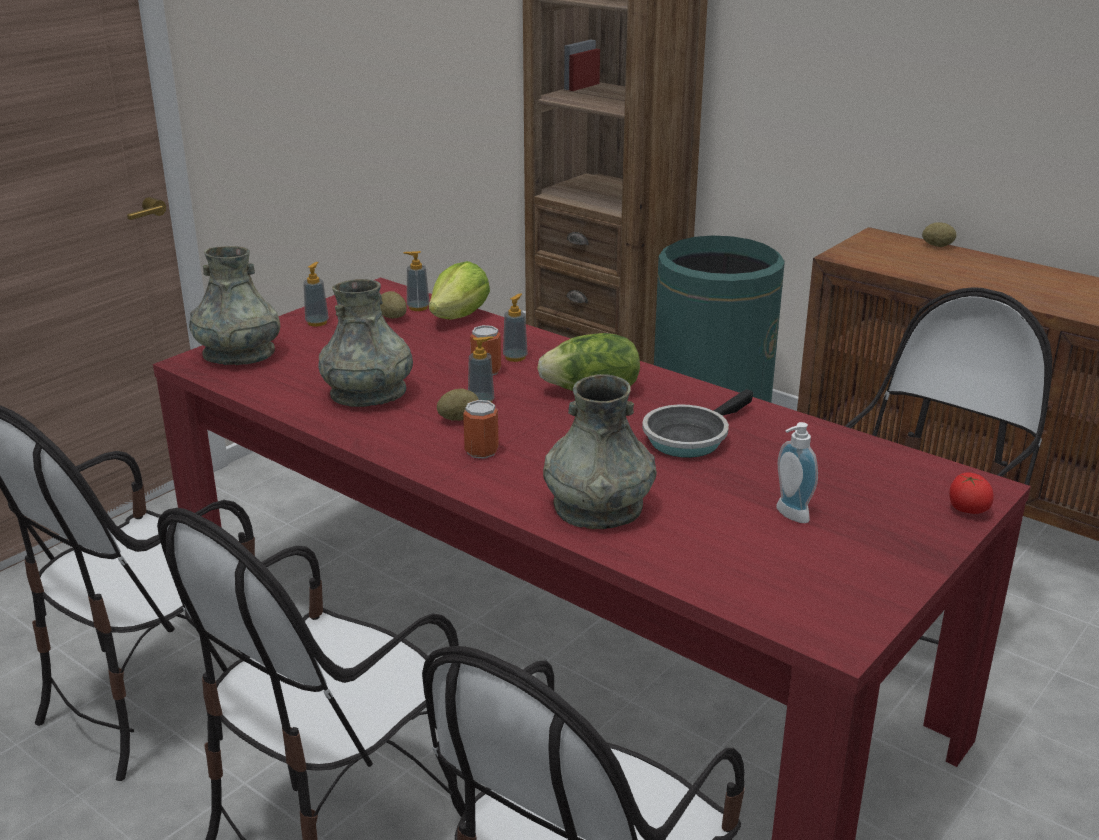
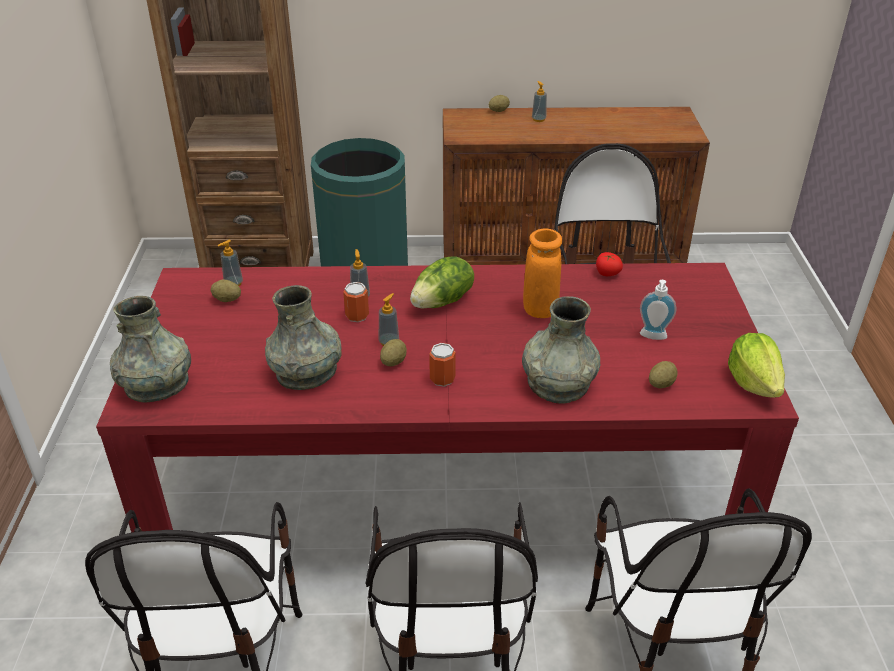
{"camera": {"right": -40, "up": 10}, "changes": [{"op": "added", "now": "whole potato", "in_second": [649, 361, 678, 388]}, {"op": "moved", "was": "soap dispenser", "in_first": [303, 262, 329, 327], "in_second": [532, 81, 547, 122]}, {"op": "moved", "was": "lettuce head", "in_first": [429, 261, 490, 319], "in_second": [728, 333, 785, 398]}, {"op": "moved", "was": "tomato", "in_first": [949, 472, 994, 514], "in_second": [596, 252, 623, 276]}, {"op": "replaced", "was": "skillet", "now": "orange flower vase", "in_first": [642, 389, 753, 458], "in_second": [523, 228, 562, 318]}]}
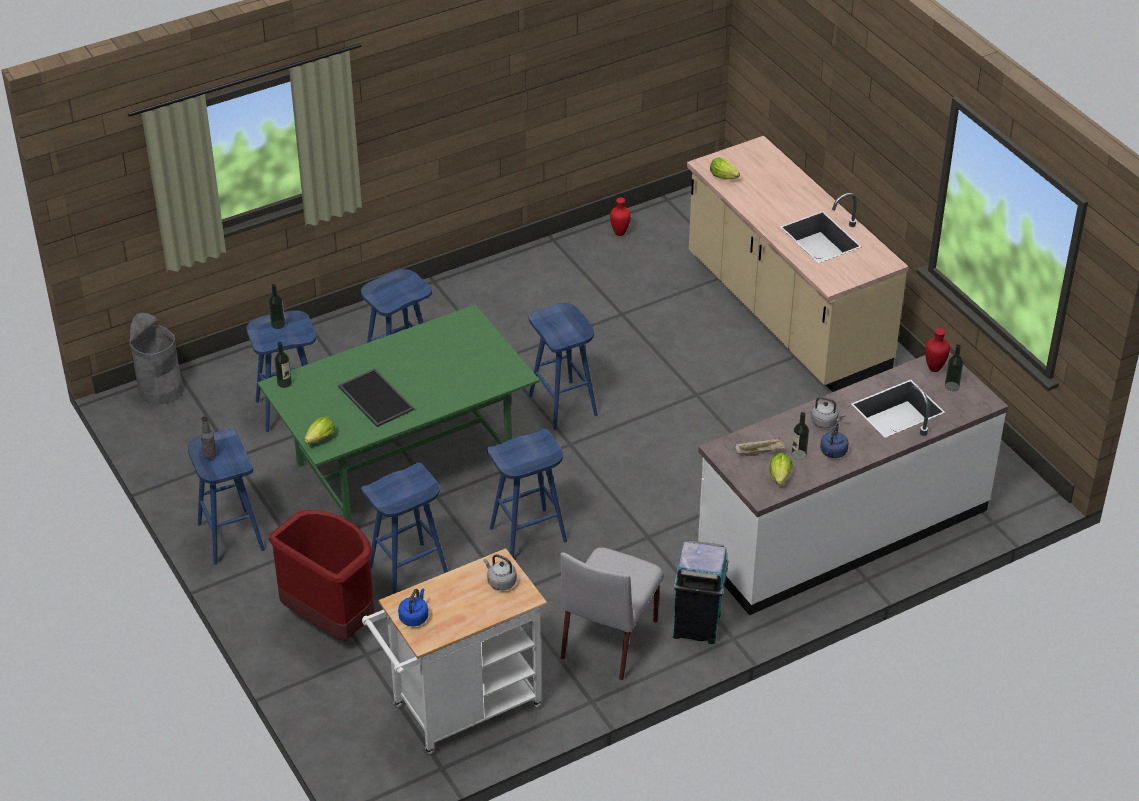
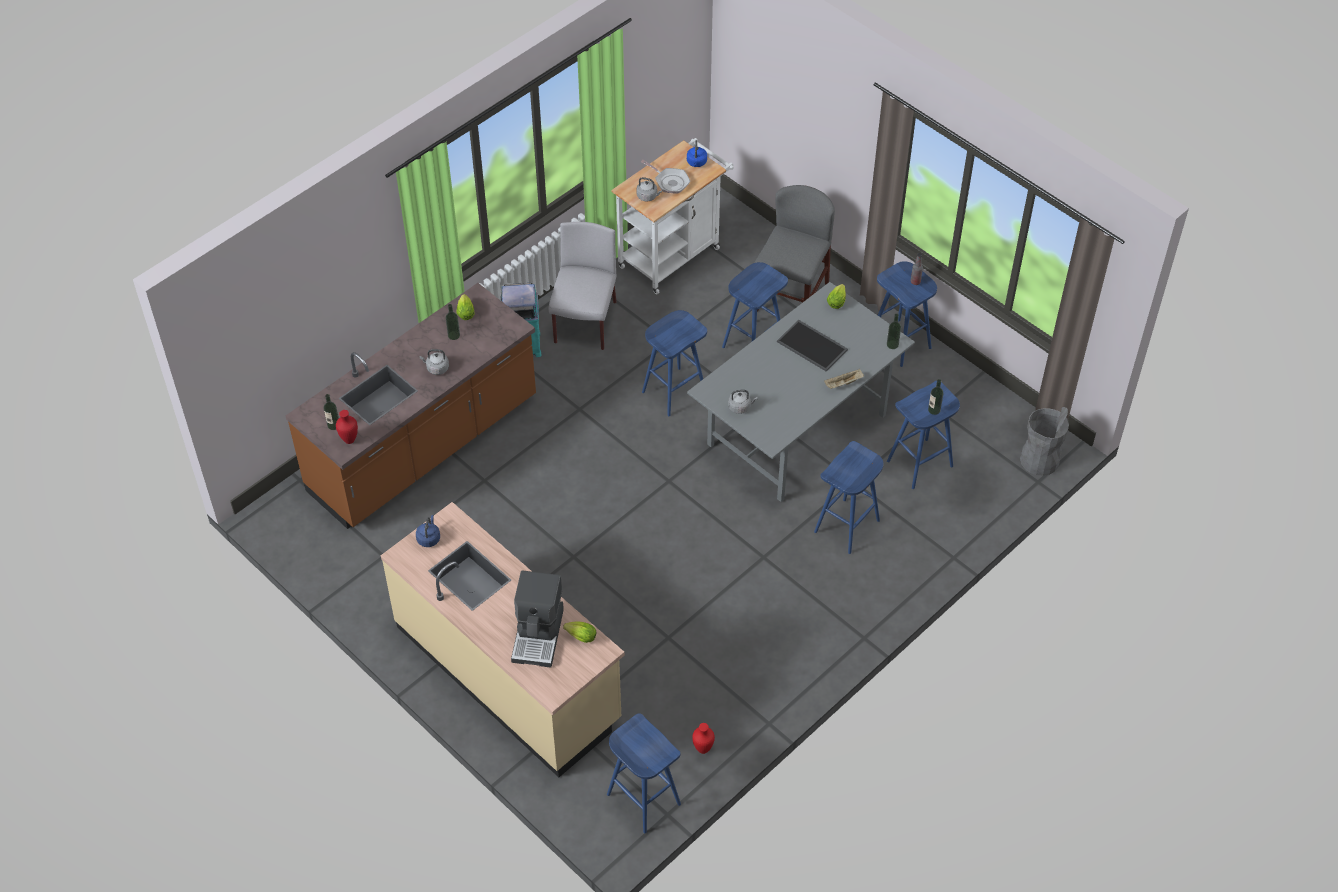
{"camera": {"right": 165, "up": 10}, "changes": [{"op": "added", "now": "coffee brewer", "in_second": [511, 570, 564, 668]}, {"op": "added", "now": "skillet", "in_second": [641, 160, 690, 194]}, {"op": "added", "now": "grey tea kettle", "in_second": [728, 390, 758, 414]}, {"op": "moved", "was": "blue-coloured stool", "in_first": [528, 303, 598, 430], "in_second": [607, 713, 681, 833]}, {"op": "moved", "was": "beige carrying tray", "in_first": [735, 437, 785, 456], "in_second": [824, 369, 864, 389]}, {"op": "moved", "was": "blue-coloured tea kettle", "in_first": [820, 423, 849, 458], "in_second": [416, 515, 440, 547]}, {"op": "replaced", "was": "red trash can", "now": "grey upright chair", "in_first": [269, 510, 374, 641], "in_second": [755, 185, 835, 311]}, {"op": "recoloured", "was": "green dining table", "now": "grey dining table", "in_first": [257, 304, 540, 523], "in_second": [687, 282, 915, 502]}, {"op": "recoloured", "was": "white counter", "now": "brown counter", "in_first": [698, 352, 1008, 615], "in_second": [286, 283, 536, 529]}]}
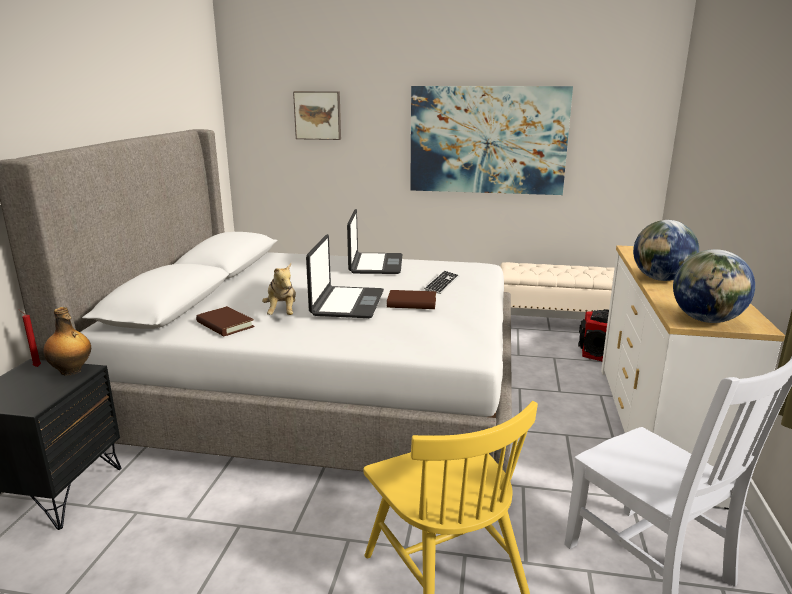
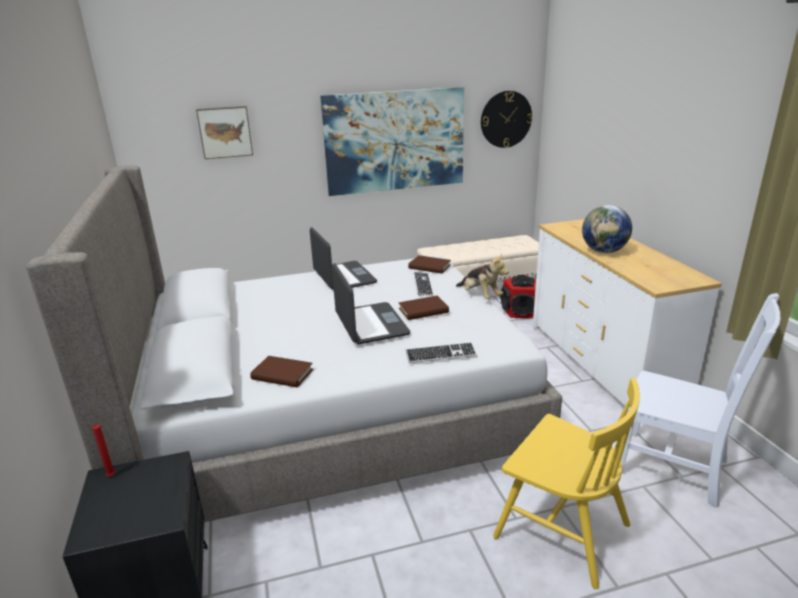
{"camera": {"right": -25, "up": 5}, "changes": [{"op": "removed", "was": "bottle", "in_first": [43, 307, 91, 376]}, {"op": "removed", "was": "desk globe", "in_first": [673, 249, 755, 323]}, {"op": "added", "now": "PC keyboard", "in_second": [406, 342, 477, 363]}, {"op": "added", "now": "brown bound book", "in_second": [408, 255, 451, 274]}, {"op": "added", "now": "hanging clock", "in_second": [481, 91, 532, 148]}, {"op": "moved", "was": "soft toy", "in_first": [262, 263, 296, 315], "in_second": [456, 253, 509, 299]}]}
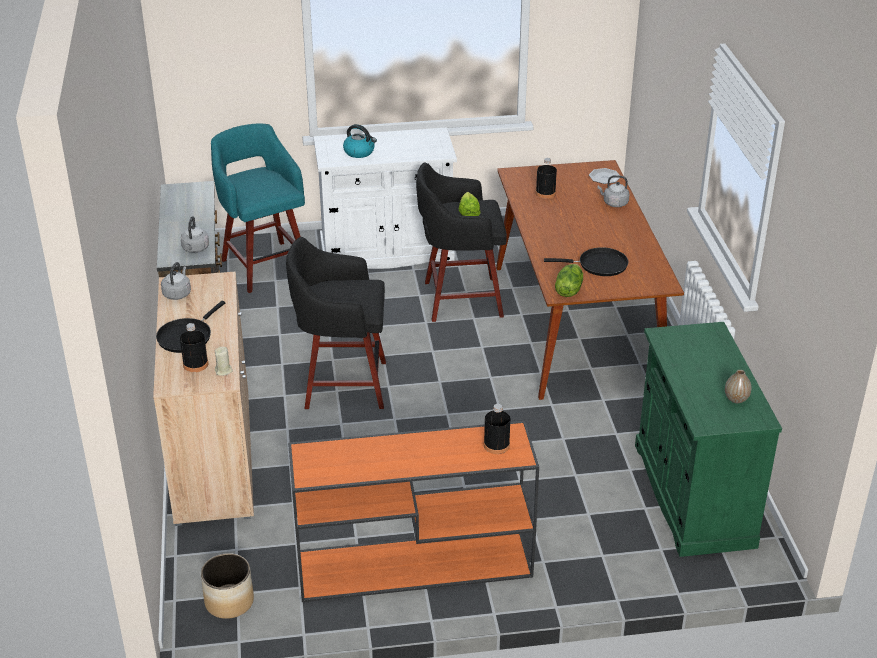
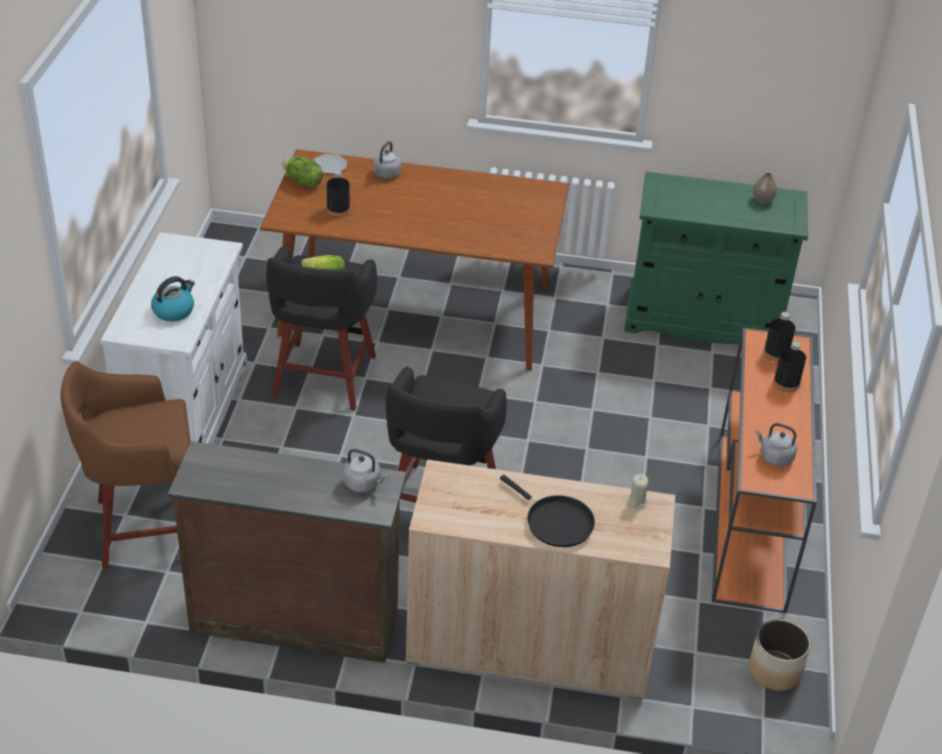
{"camera": {"right": -75, "up": 5}, "changes": [{"op": "removed", "was": "black-coloured skillet", "in_first": [544, 247, 628, 276]}, {"op": "moved", "was": "grey tea kettle", "in_first": [161, 262, 191, 300], "in_second": [756, 423, 797, 466]}, {"op": "moved", "was": "black-coloured bottle", "in_first": [180, 323, 208, 372], "in_second": [773, 341, 806, 392]}, {"op": "moved", "was": "lettuce head", "in_first": [555, 264, 583, 297], "in_second": [282, 156, 323, 188]}, {"op": "recoloured", "was": "turquoise stool", "now": "brown stool", "in_first": [211, 124, 305, 293], "in_second": [61, 361, 191, 569]}]}
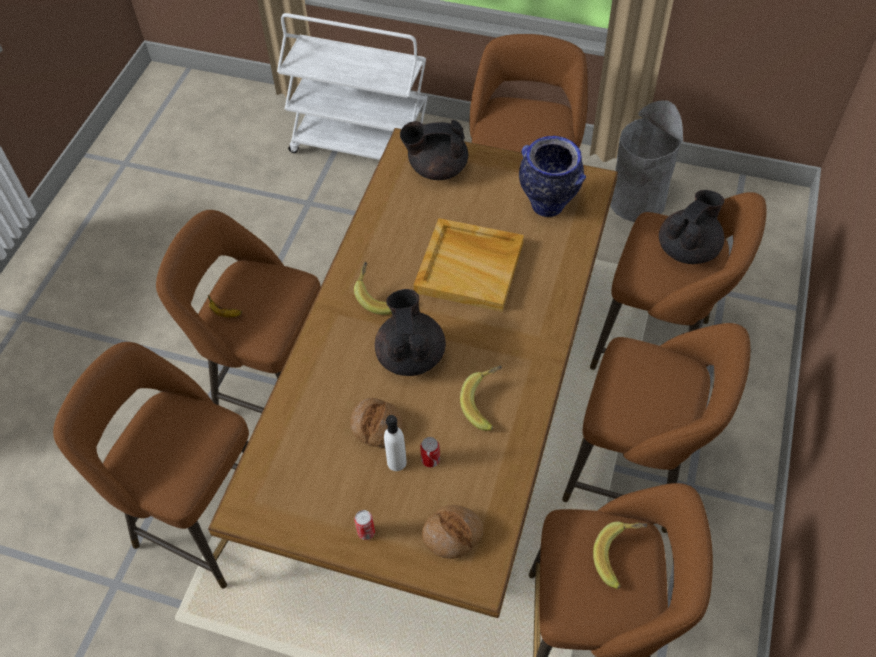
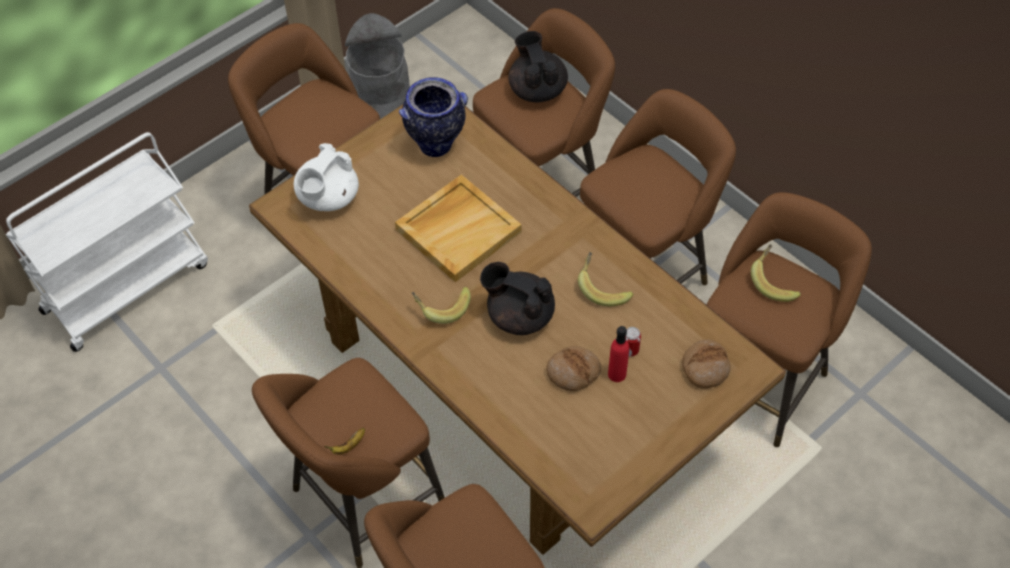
{"camera": {"right": -60, "up": 0}, "changes": [{"op": "removed", "was": "can", "in_first": [354, 510, 375, 540]}, {"op": "recoloured", "was": "white bottle", "now": "red bottle", "in_first": [384, 415, 407, 471], "in_second": [608, 326, 629, 382]}, {"op": "recoloured", "was": "black-coloured teapot", "now": "white teapot", "in_first": [400, 119, 468, 180], "in_second": [294, 143, 359, 211]}]}
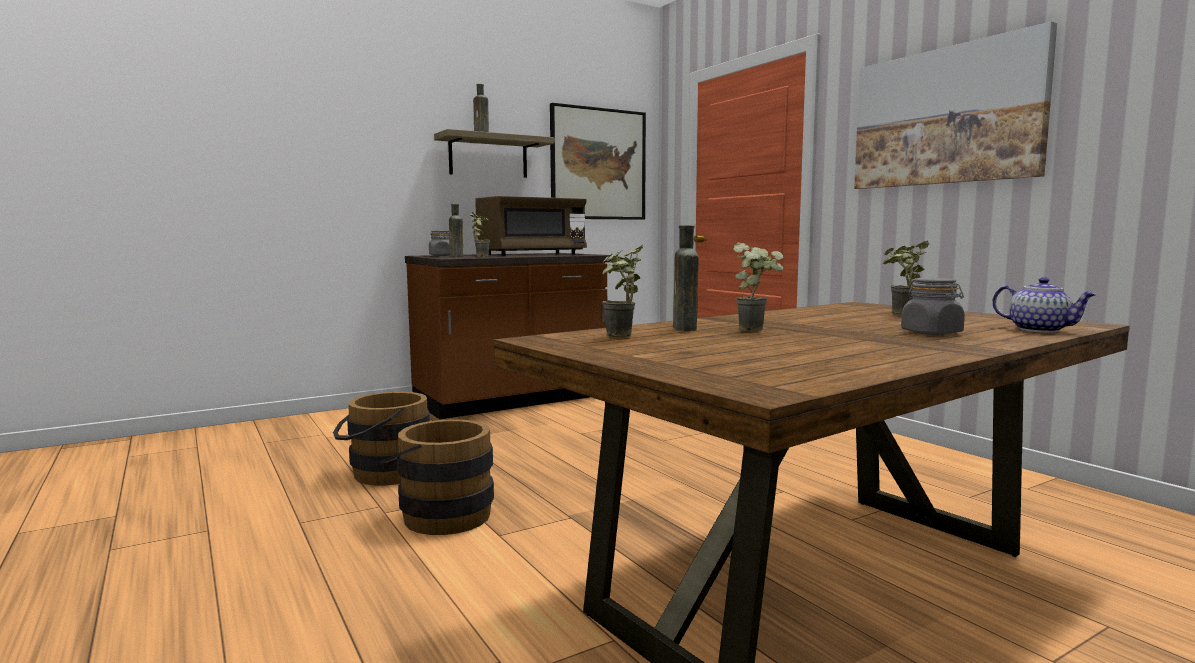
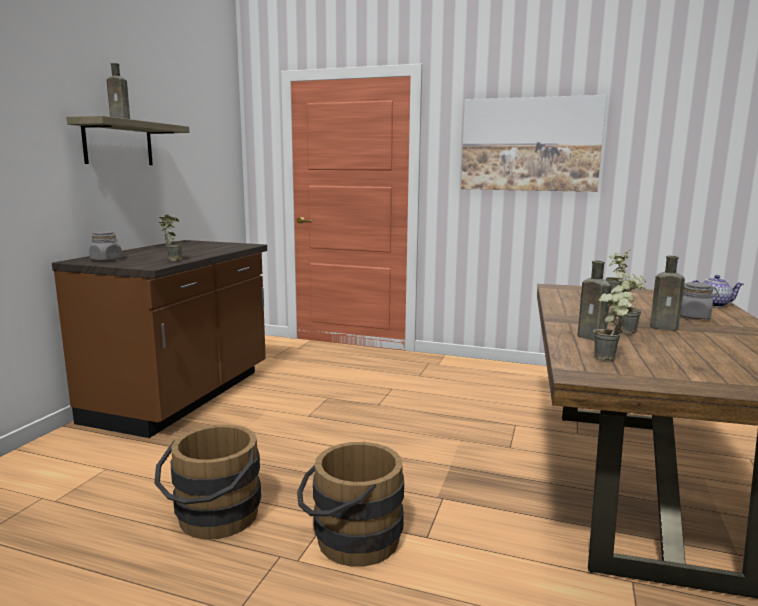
{"camera": {"right": -40, "up": 5}, "changes": [{"op": "removed", "was": "brown microwave", "in_first": [475, 196, 587, 256]}, {"op": "removed", "was": "wall picture", "in_first": [550, 103, 646, 220]}, {"op": "moved", "was": "brown bottle", "in_first": [449, 204, 463, 257], "in_second": [650, 256, 685, 331]}]}
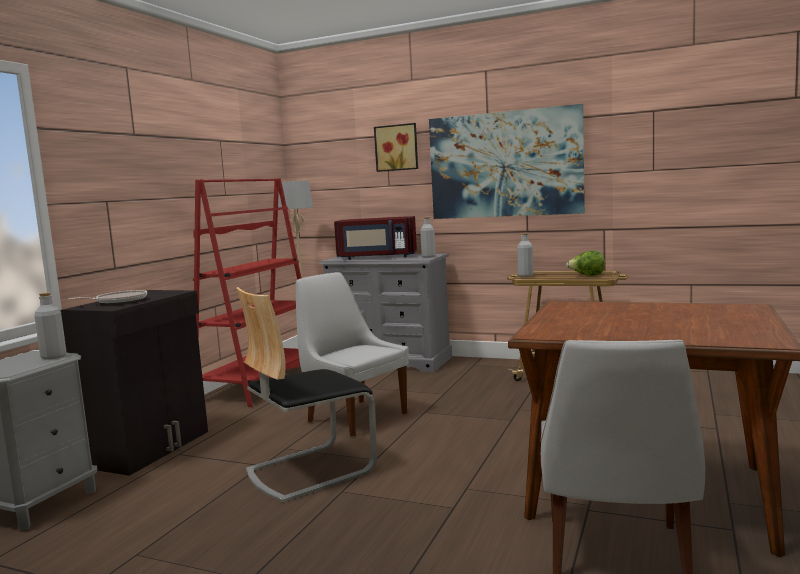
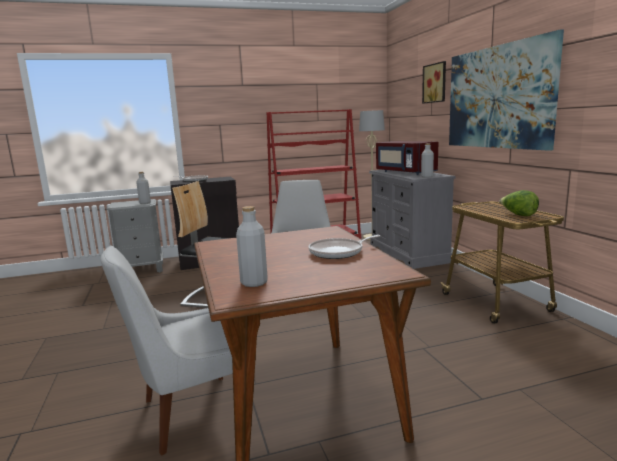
{"camera": {"right": 50, "up": 5}, "changes": [{"op": "added", "now": "skillet", "in_second": [309, 235, 380, 259]}, {"op": "moved", "was": "grey bottle", "in_first": [517, 233, 534, 277], "in_second": [236, 206, 268, 287]}]}
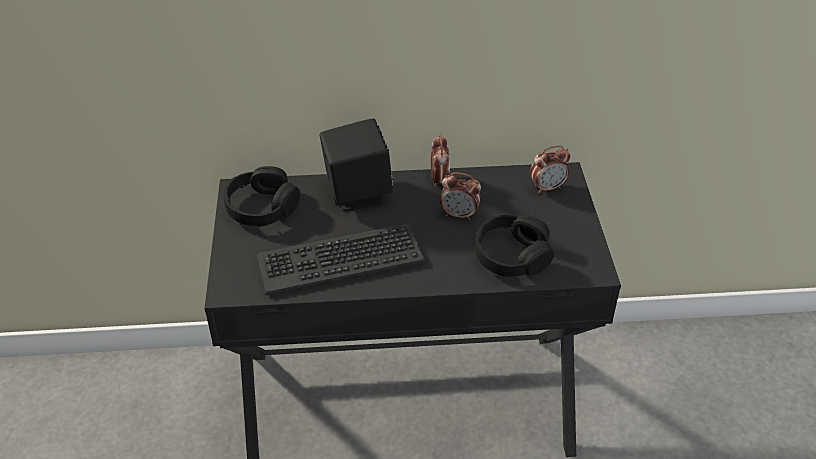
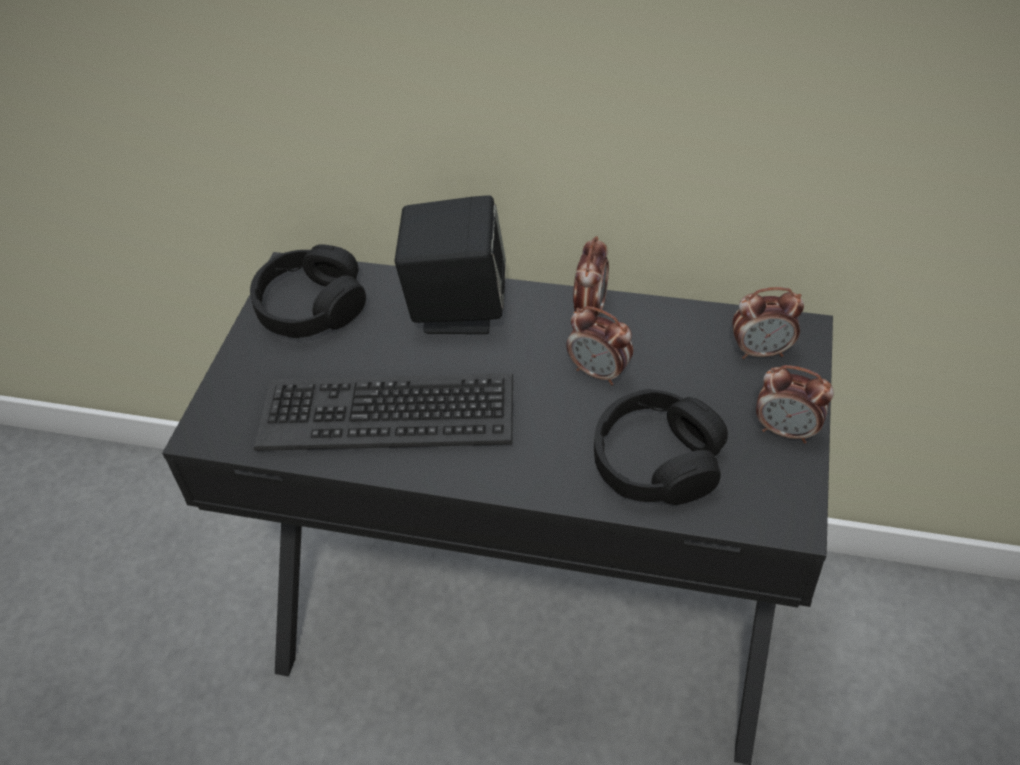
{"camera": {"right": 20, "up": 5}, "changes": [{"op": "added", "now": "bedside clock", "in_second": [756, 365, 834, 443]}]}
